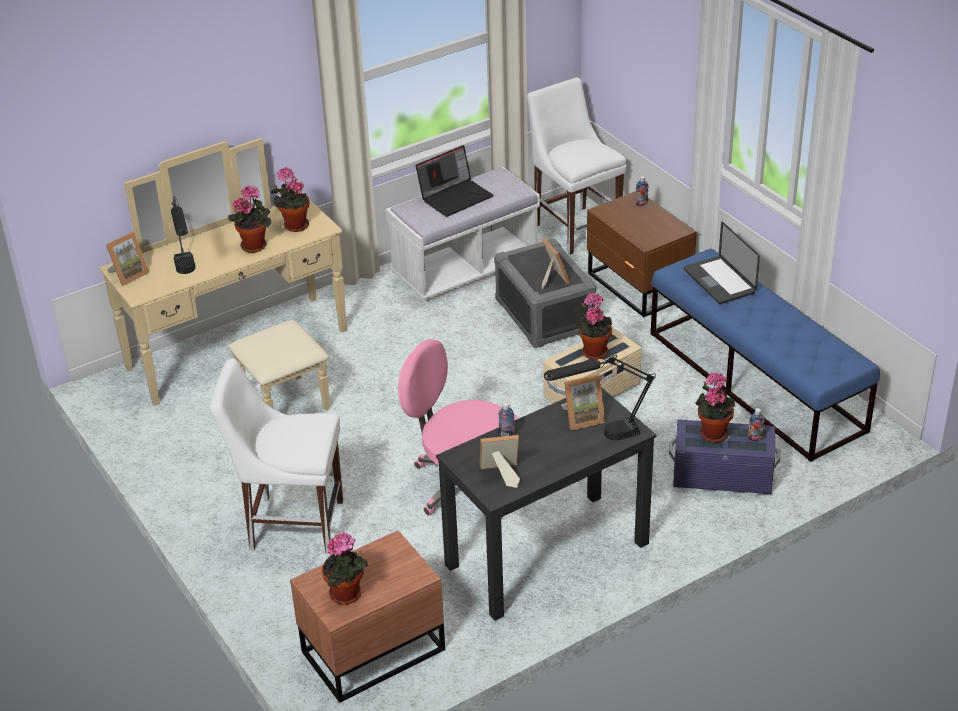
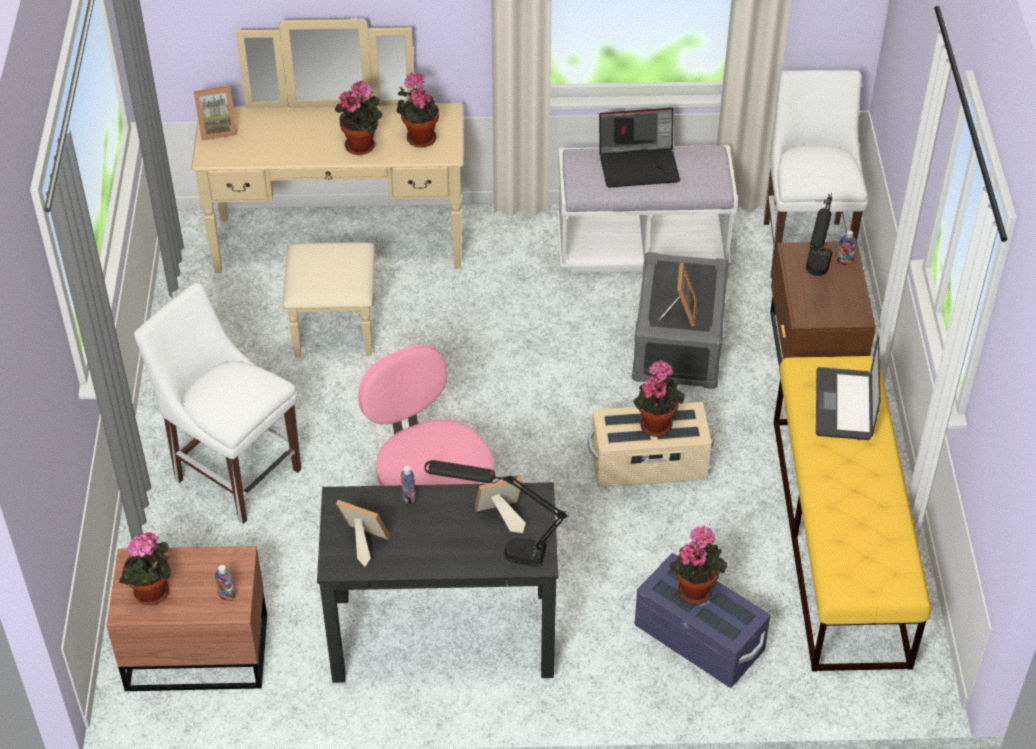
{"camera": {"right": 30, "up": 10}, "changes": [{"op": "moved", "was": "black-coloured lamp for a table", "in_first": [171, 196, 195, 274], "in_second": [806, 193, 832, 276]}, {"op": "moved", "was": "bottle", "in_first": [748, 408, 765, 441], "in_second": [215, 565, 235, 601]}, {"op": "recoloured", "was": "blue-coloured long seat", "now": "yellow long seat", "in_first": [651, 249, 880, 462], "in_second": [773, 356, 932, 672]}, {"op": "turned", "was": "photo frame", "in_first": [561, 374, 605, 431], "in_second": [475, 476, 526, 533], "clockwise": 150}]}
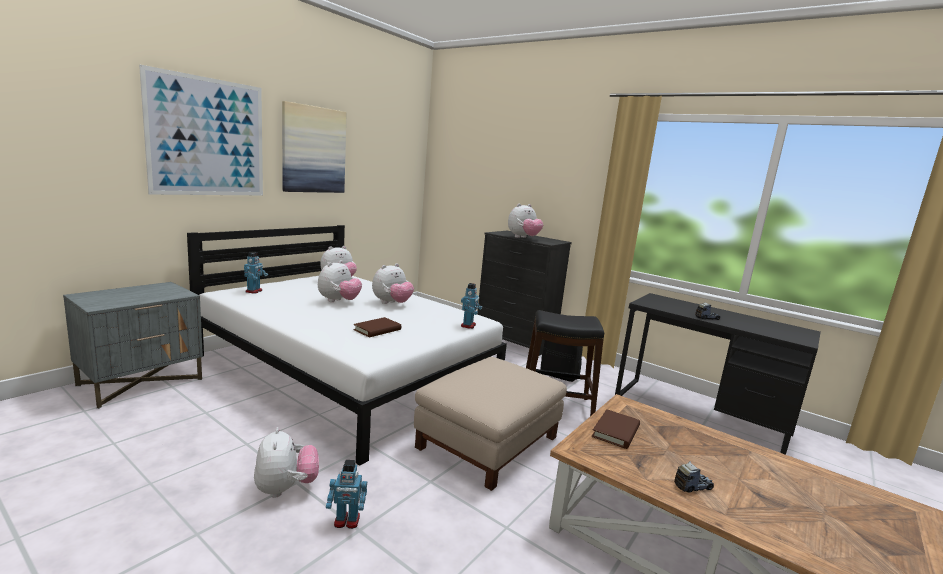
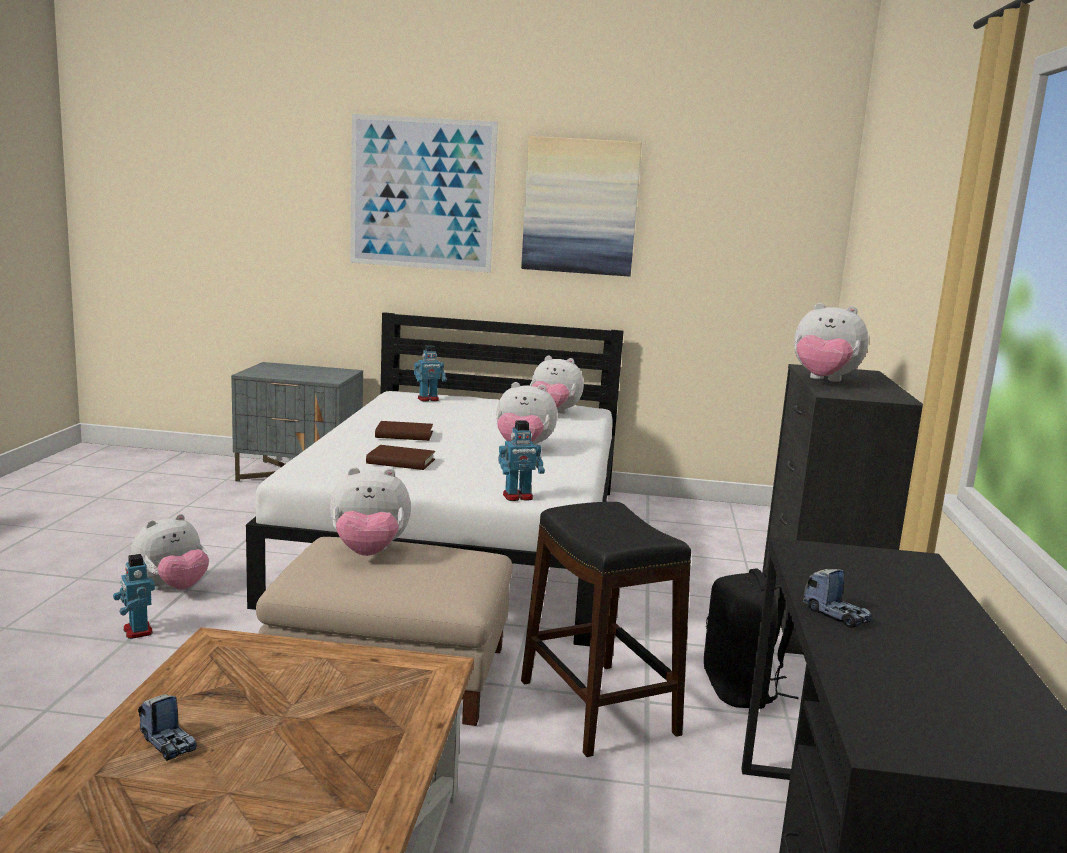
{"camera": {"right": 60, "up": 0}, "changes": [{"op": "moved", "was": "soft toy", "in_first": [318, 260, 362, 302], "in_second": [330, 467, 411, 556]}, {"op": "moved", "was": "brown bound book", "in_first": [591, 409, 640, 449], "in_second": [375, 421, 433, 441]}]}
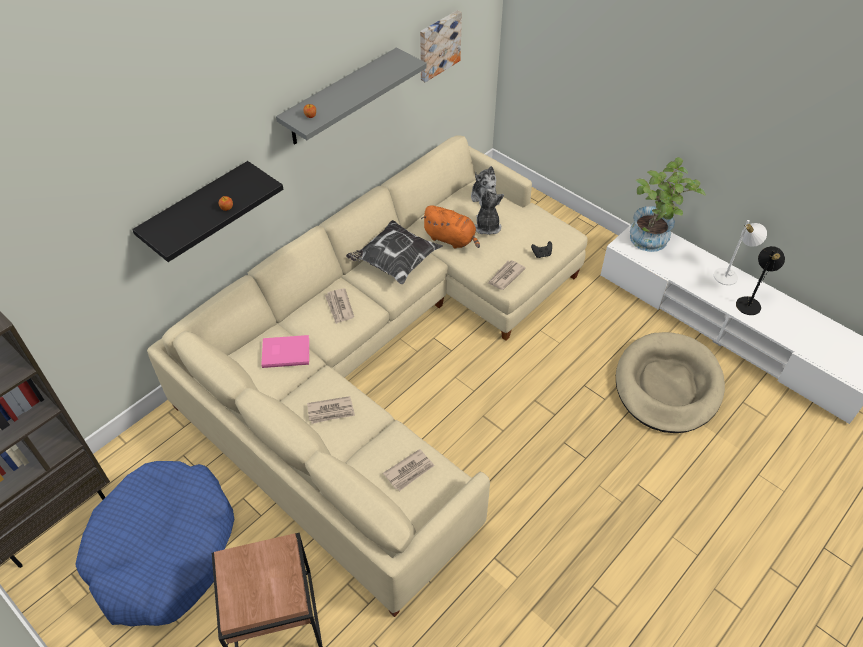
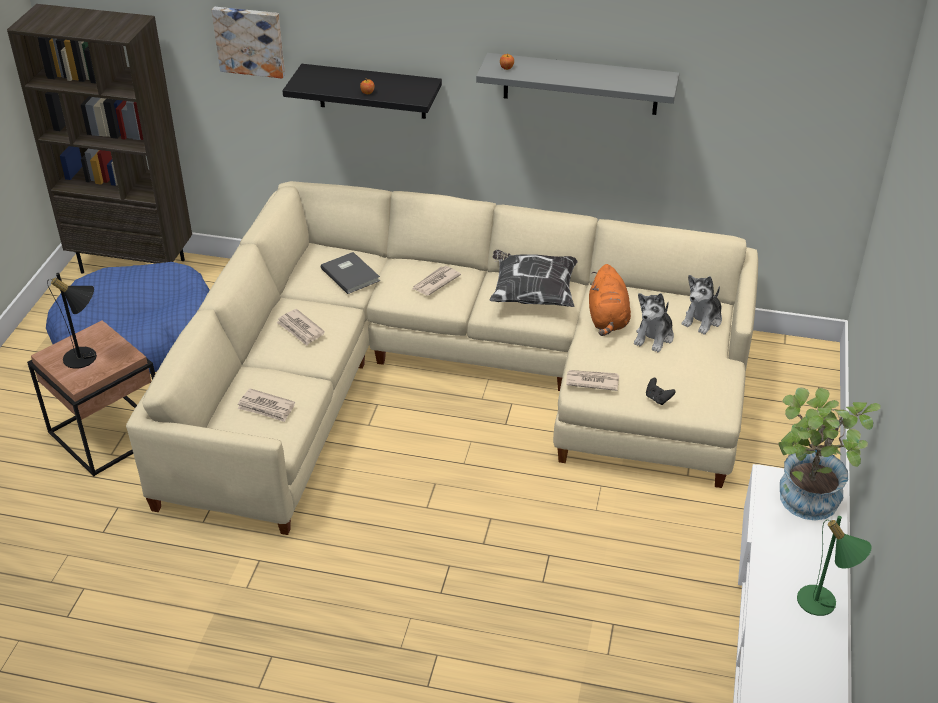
{"camera": {"right": 60, "up": -10}, "changes": [{"op": "removed", "was": "beige dog cushion", "in_first": [616, 332, 725, 433]}, {"op": "moved", "was": "wall picture", "in_first": [420, 10, 462, 82], "in_second": [212, 7, 285, 79]}, {"op": "moved", "was": "black-coloured lamp for a table", "in_first": [736, 246, 785, 315], "in_second": [47, 273, 97, 369]}, {"op": "recoloured", "was": "pinkish bound book", "now": "grey bound book", "in_first": [261, 335, 309, 368], "in_second": [321, 252, 380, 294]}, {"op": "recoloured", "was": "white lamp for a table", "now": "green lamp for a table", "in_first": [714, 220, 767, 285], "in_second": [797, 516, 872, 616]}, {"op": "turned", "was": "soft toy", "in_first": [475, 189, 504, 235], "in_second": [634, 293, 674, 352], "clockwise": 150}]}
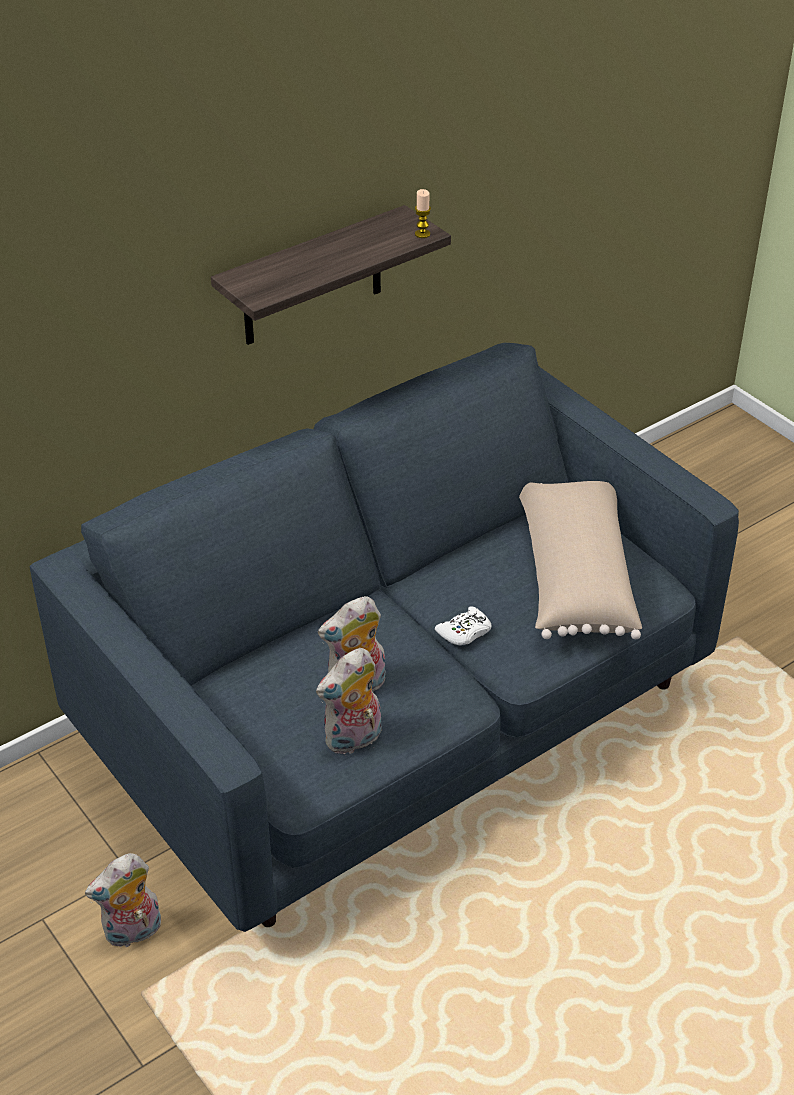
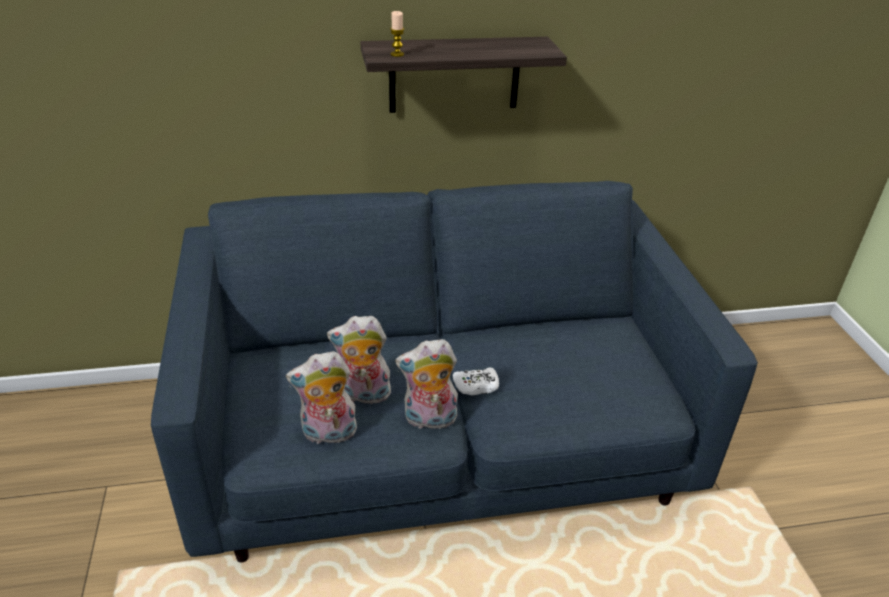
{"camera": {"right": 25, "up": -5}, "changes": [{"op": "removed", "was": "beige cushion", "in_first": [519, 481, 642, 639]}, {"op": "moved", "was": "soft toy", "in_first": [85, 853, 161, 949], "in_second": [395, 339, 458, 429]}, {"op": "moved", "was": "wax light", "in_first": [415, 189, 431, 238], "in_second": [390, 11, 404, 57]}]}
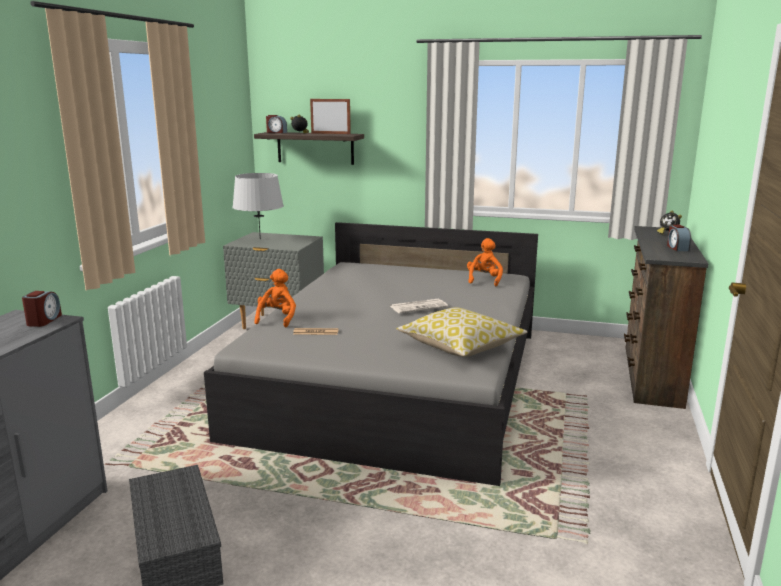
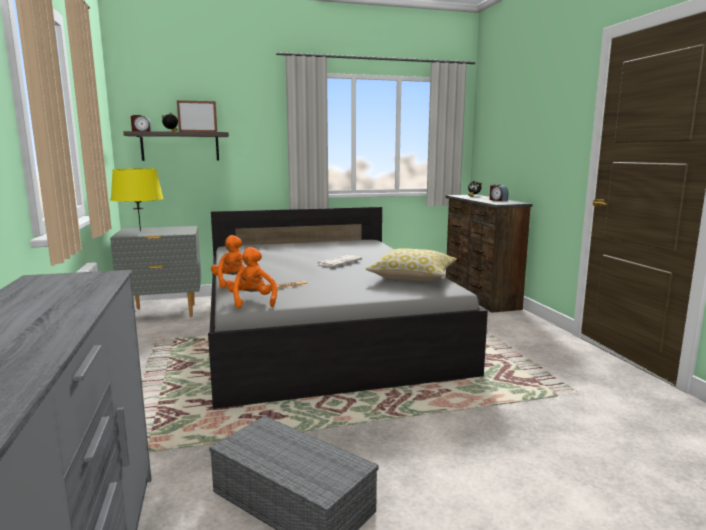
{"camera": {"right": -30, "up": -5}, "changes": [{"op": "removed", "was": "bedside clock", "in_first": [22, 291, 62, 327]}, {"op": "moved", "was": "orange soft toy", "in_first": [467, 238, 503, 286], "in_second": [226, 247, 277, 309]}, {"op": "recoloured", "was": "grey lamp for a table", "now": "yellow lamp for a table", "in_first": [232, 173, 284, 239], "in_second": [111, 168, 164, 231]}]}
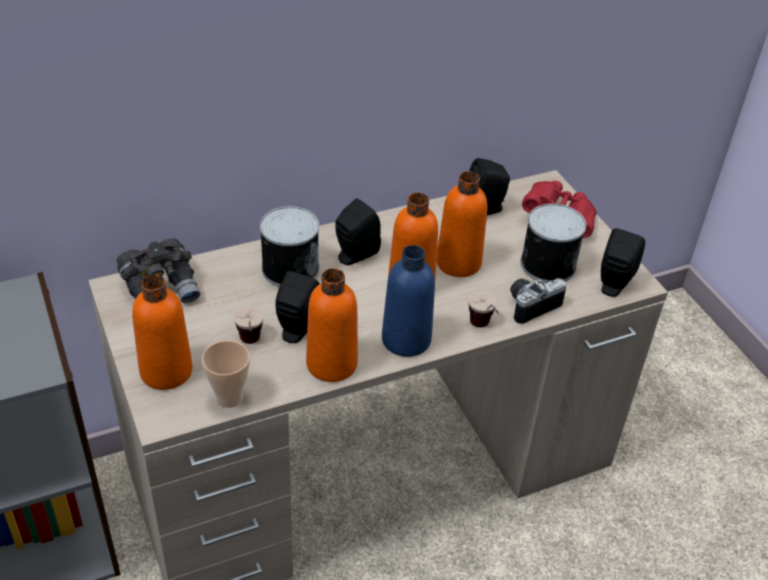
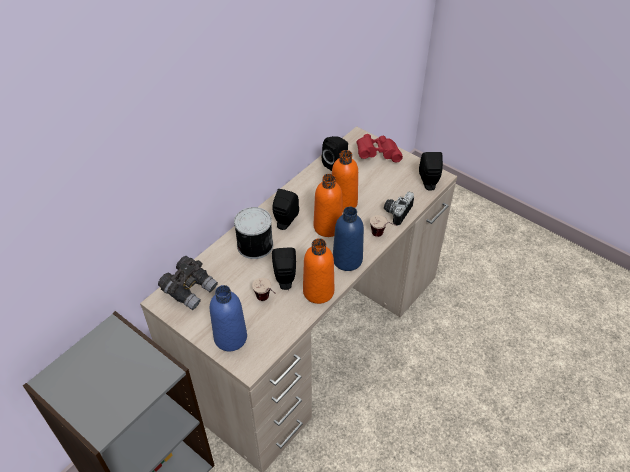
{"camera": {"right": -25, "up": 5}, "changes": [{"op": "removed", "was": "cup", "in_first": [202, 341, 250, 408]}, {"op": "removed", "was": "can", "in_first": [520, 204, 586, 283]}, {"op": "recoloured", "was": "orange bottle", "now": "blue-coloured bottle", "in_first": [132, 275, 193, 390], "in_second": [210, 285, 247, 351]}]}
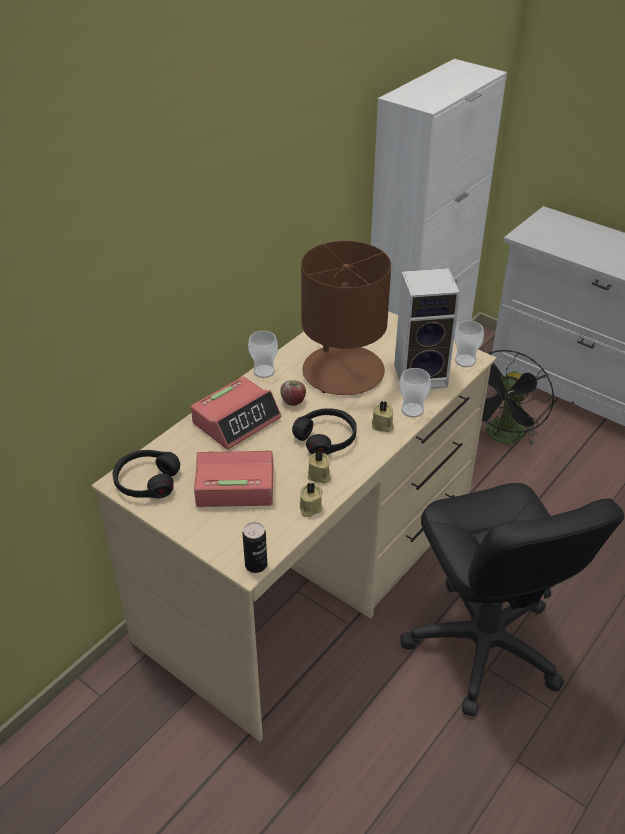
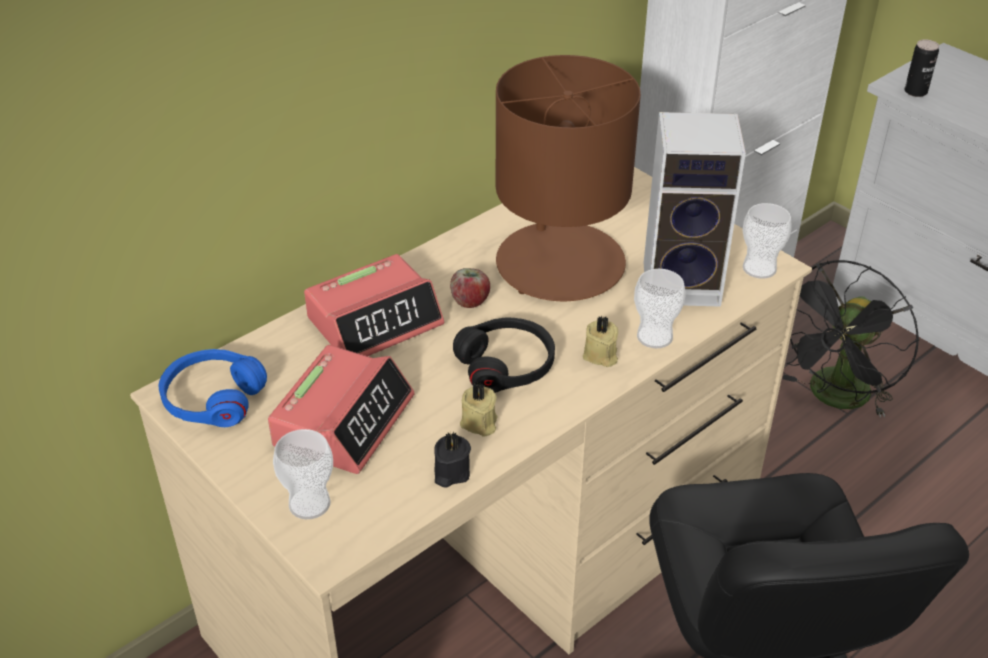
{"camera": {"right": 10, "up": 0}, "changes": [{"op": "moved", "was": "can", "in_first": [242, 522, 267, 573], "in_second": [905, 40, 939, 97]}, {"op": "moved", "was": "cup", "in_first": [248, 331, 278, 378], "in_second": [273, 429, 333, 520]}, {"op": "recoloured", "was": "black-coloured headphones", "now": "blue-coloured headphones", "in_first": [113, 450, 180, 498], "in_second": [159, 349, 267, 427]}, {"op": "recoloured", "was": "beige wax light", "now": "black-coloured wax light", "in_first": [300, 482, 323, 517], "in_second": [434, 431, 471, 488]}, {"op": "turned", "was": "bedside clock", "in_first": [194, 451, 273, 507], "in_second": [268, 345, 415, 474], "clockwise": 105}]}
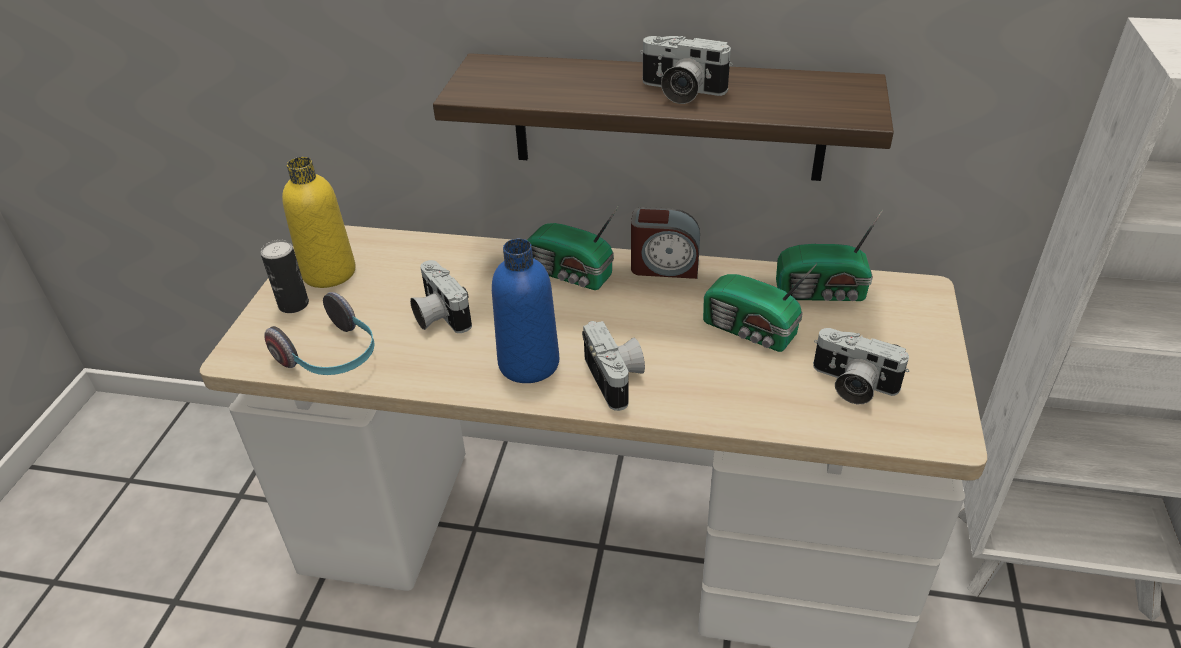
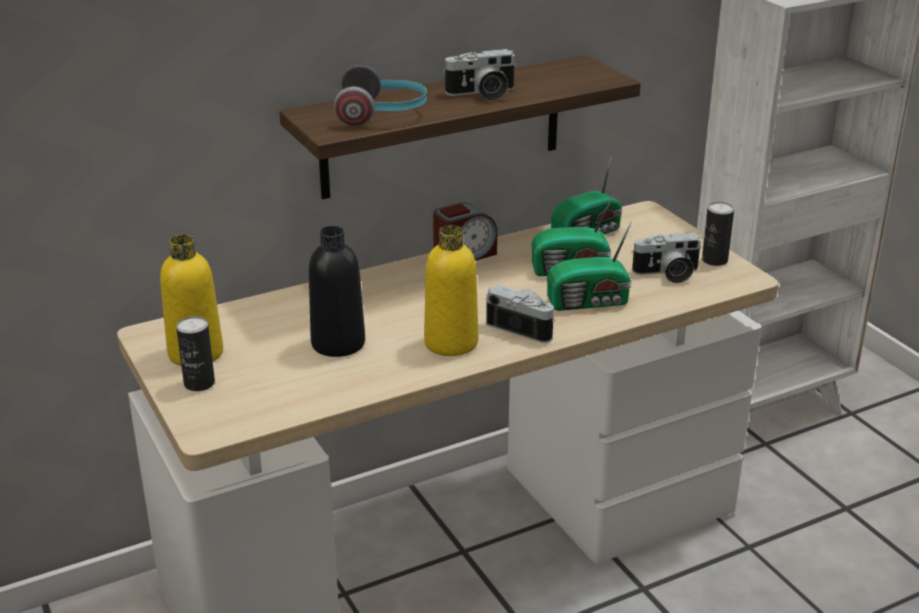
{"camera": {"right": -40, "up": -10}, "changes": [{"op": "added", "now": "can", "in_second": [702, 202, 734, 266]}, {"op": "moved", "was": "headphones", "in_first": [264, 292, 375, 375], "in_second": [334, 65, 427, 126]}, {"op": "moved", "was": "radio set", "in_first": [527, 206, 619, 290], "in_second": [547, 223, 632, 311]}, {"op": "replaced", "was": "photo camera", "now": "black-coloured bottle", "in_first": [410, 260, 472, 333], "in_second": [309, 226, 365, 357]}, {"op": "recoloured", "was": "blue-coloured bottle", "now": "yellow bottle", "in_first": [492, 239, 559, 383], "in_second": [424, 225, 478, 356]}]}
